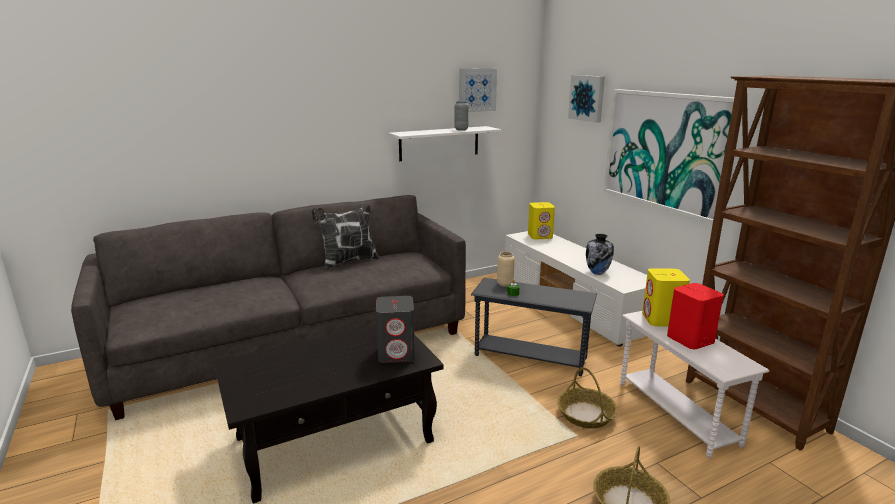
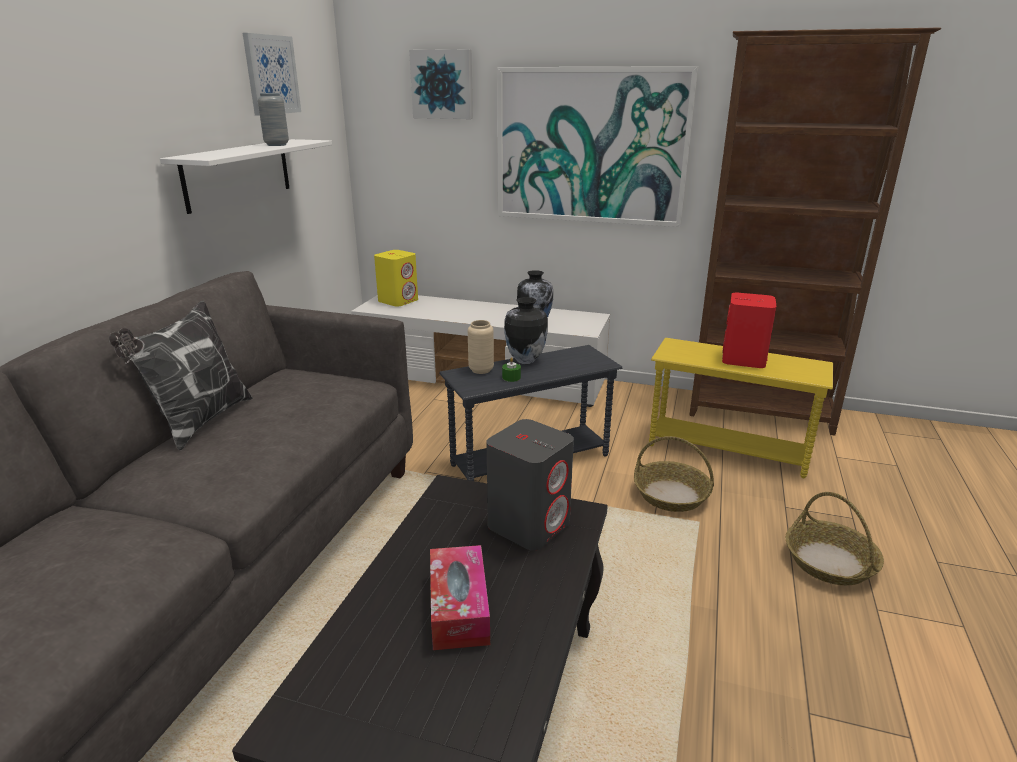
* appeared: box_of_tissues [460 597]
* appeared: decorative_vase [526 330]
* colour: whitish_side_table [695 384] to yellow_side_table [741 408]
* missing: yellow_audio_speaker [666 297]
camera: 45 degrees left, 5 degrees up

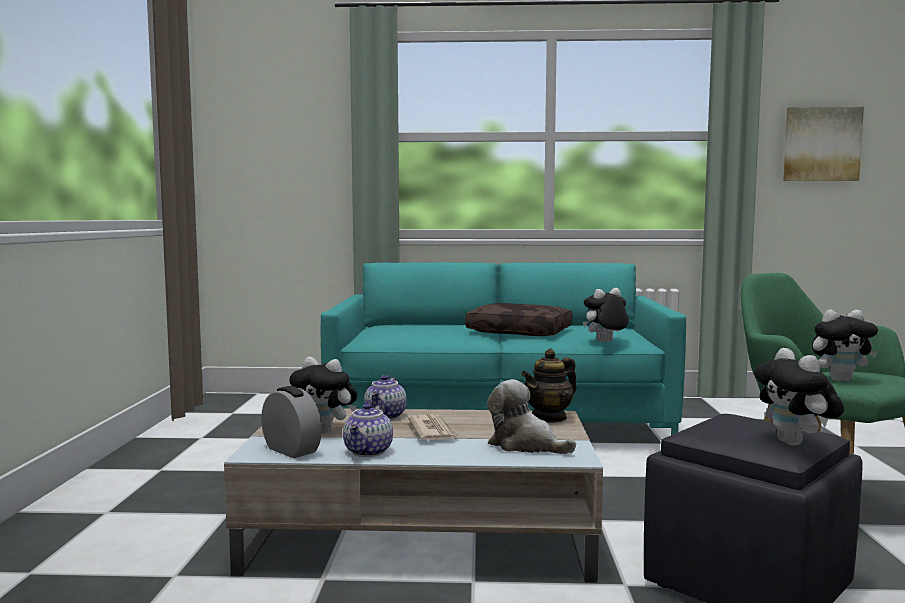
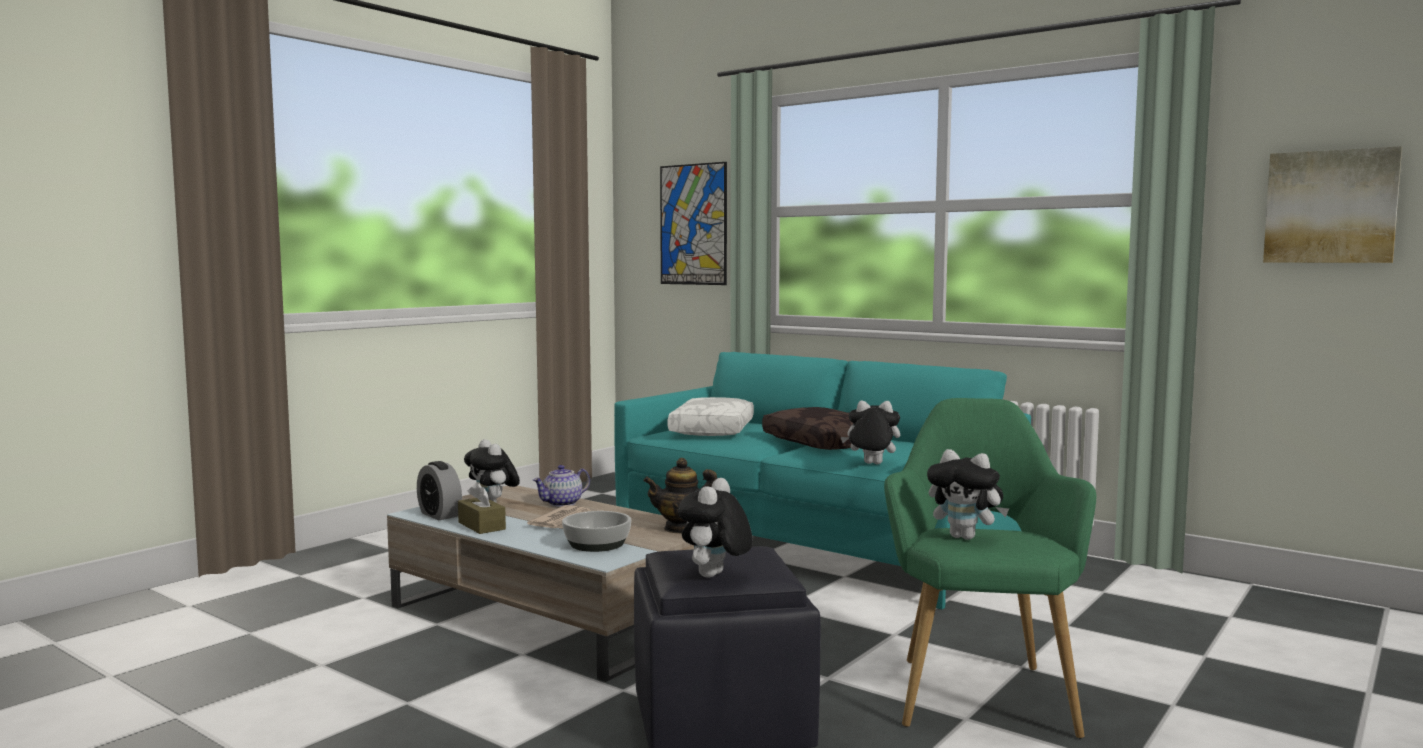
* spun: bedside_clock [291 422] = [439 490] 150 degrees clockwise
* exchanged: pot_for_tea [368 430] to brown_box_of_tissues [482 508]
* exchanged: soft_toy [531 416] to deep_dish [596 531]
* appeared: picture [693 223]
* appeared: whitish_pillow [711 416]
camera: 35 degrees right, 0 degrees up

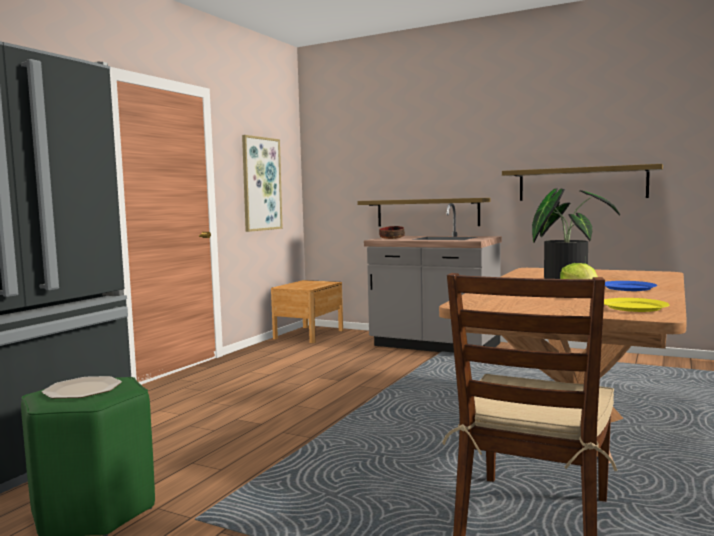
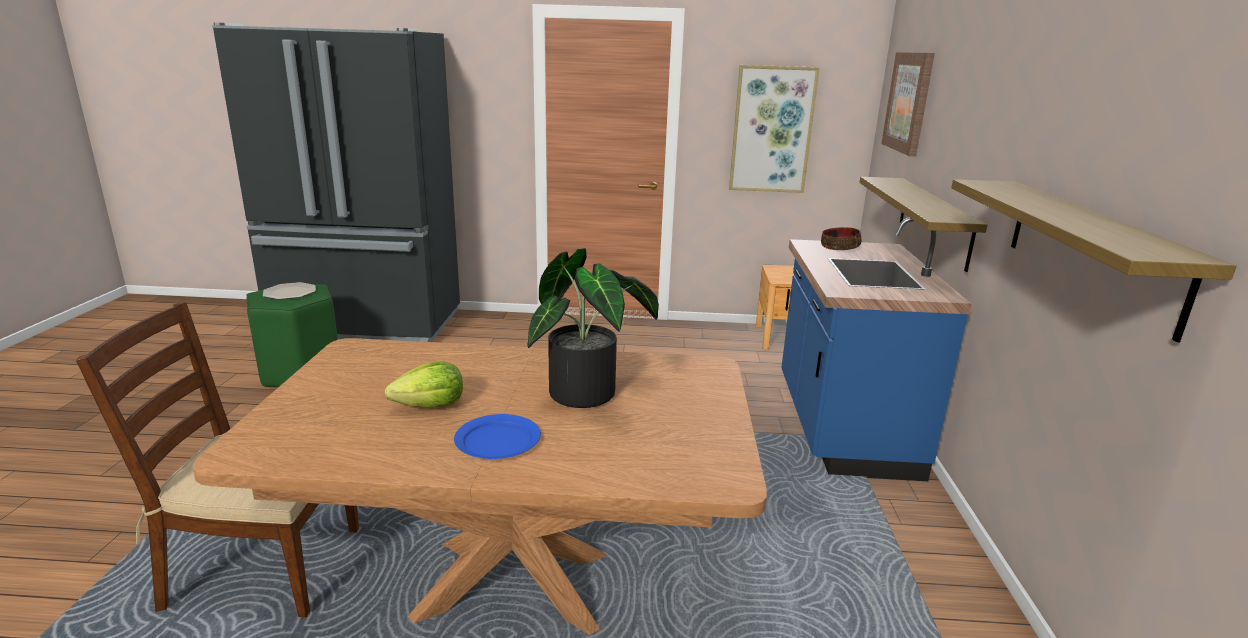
* colour: grey_kitchen_counter [433 278] to blue-coloured_kitchen_counter [876 349]
* appeared: picture [908 104]
* missing: yellow_flat_dish [636 305]
camera: 65 degrees right, 15 degrees up

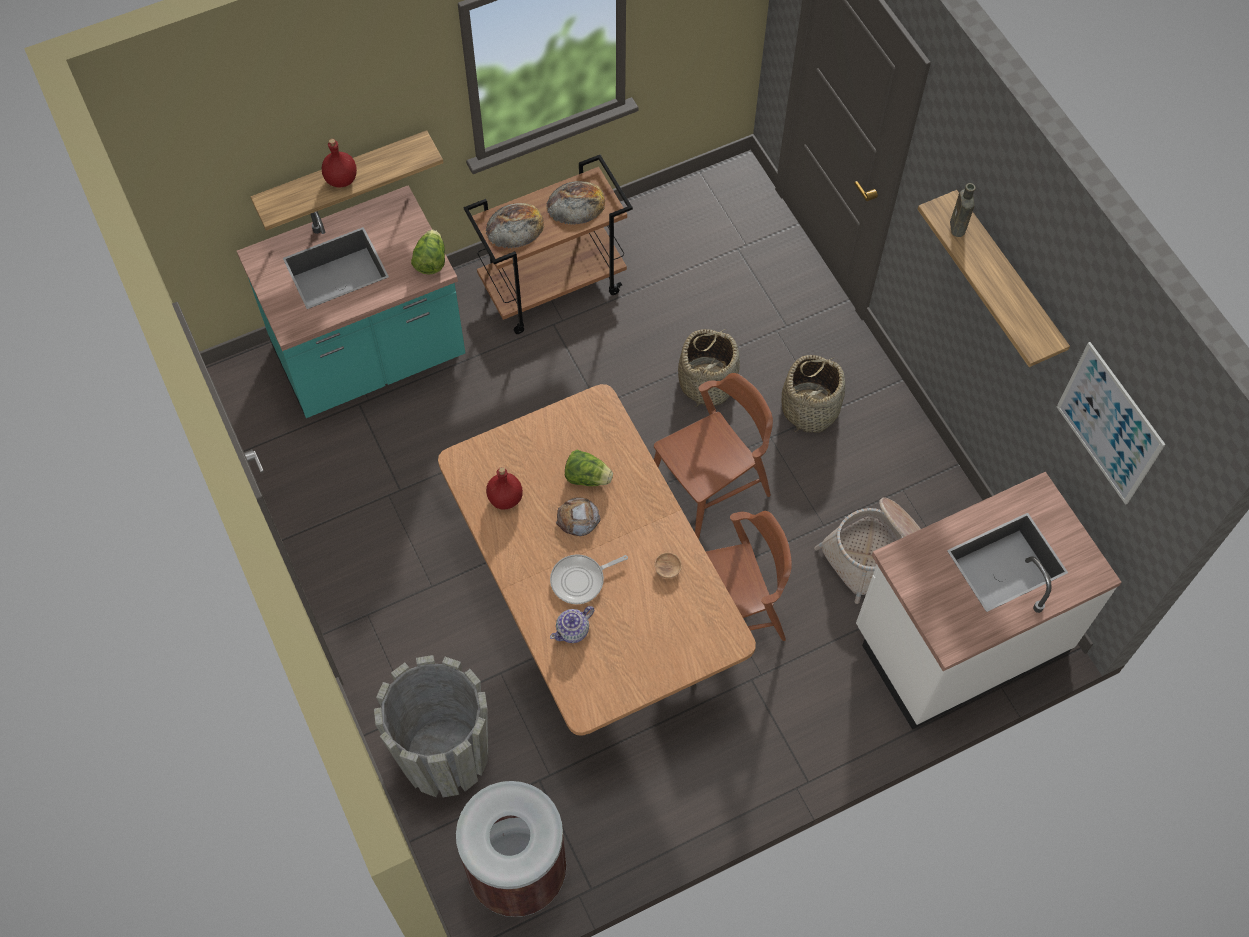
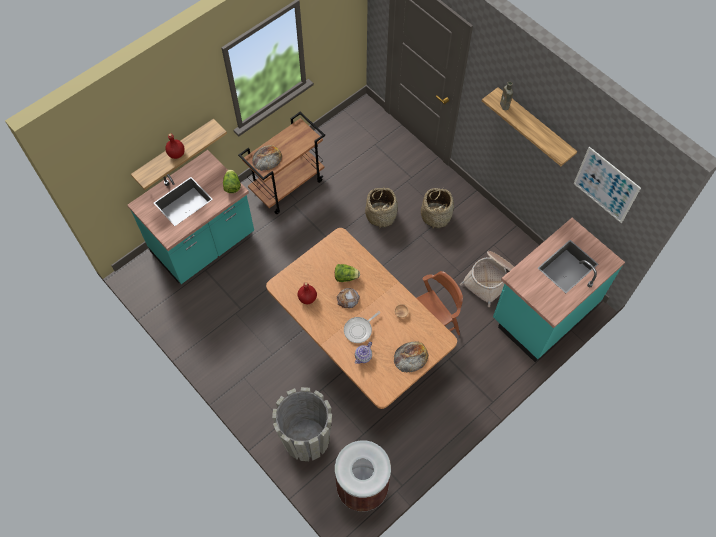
* relocated: bakery_bread [575 203] to [411 356]
* colour: whitish_kitchen_counter [989 601] to turquoise-coloured_kitchen_counter [559 290]
* missing: brown_upright_chair [713 456]
camera: 15 degrees left, 0 degrees up

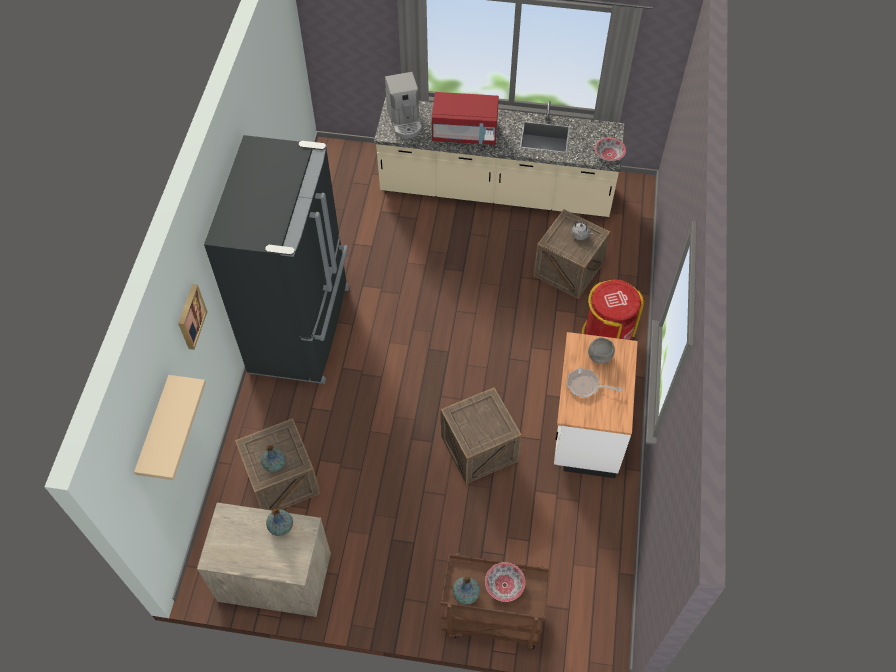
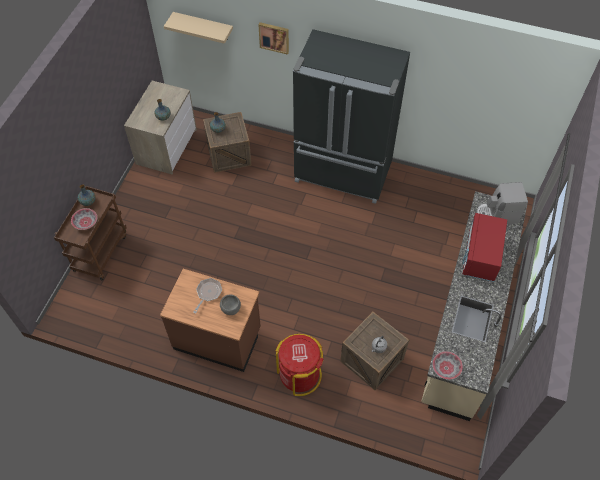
* colour: whitish_kitchen_counter [596 405] to brown_kitchen_counter [210 320]
* missing: crate [481 435]
camera: 100 degrees right, 0 degrees up

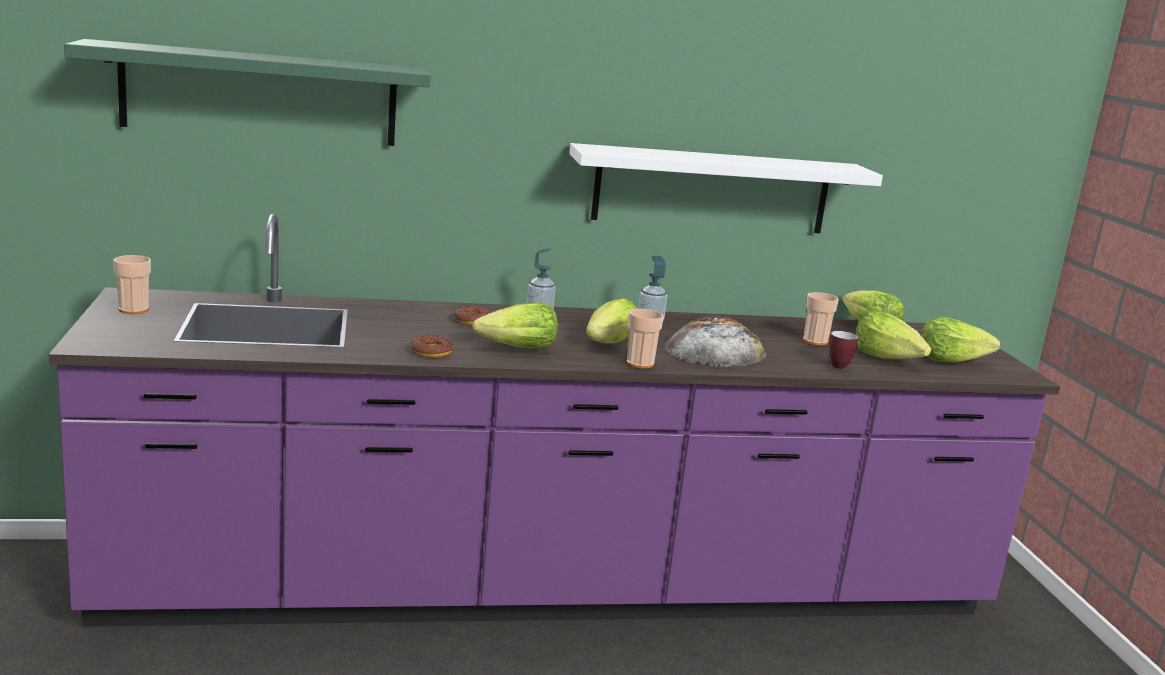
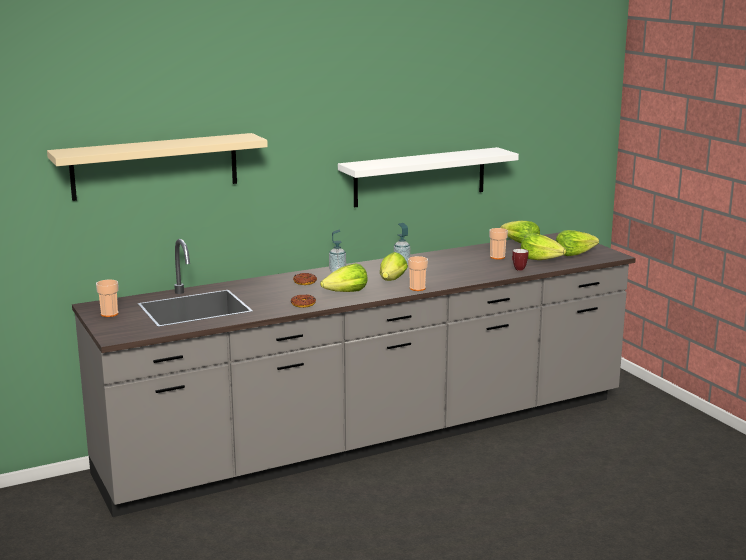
* colour: green_wall_shelf [247 92] to beige-coloured_wall_shelf [157 167]
* colour: purple-coloured_kitchen_counter [554 420] to grey_kitchen_counter [354 374]
* missing: bakery_bread [715 341]
camera: 15 degrees left, 0 degrees up

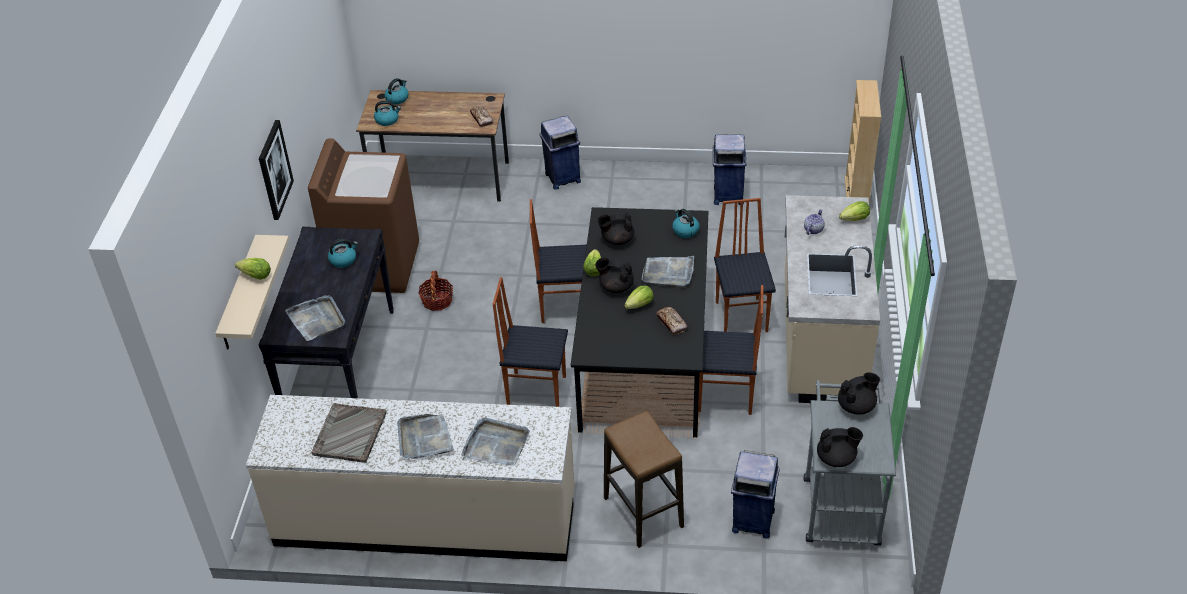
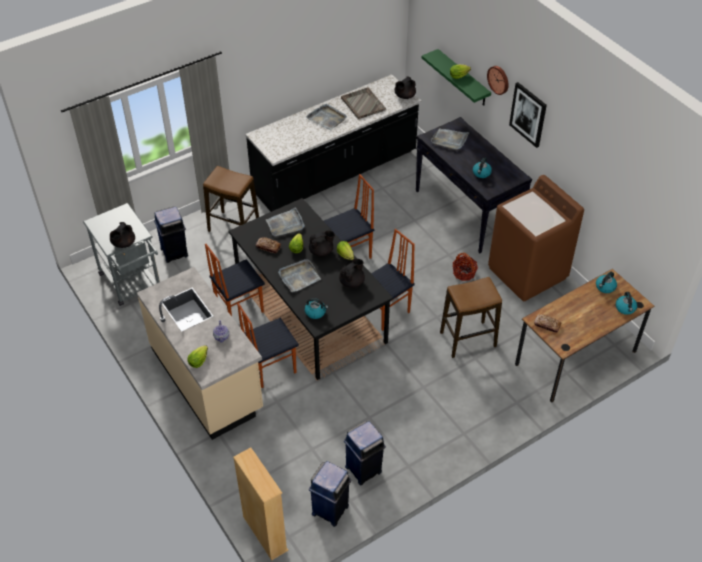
* spun: upright_chair [745 265] = [268 345] 105 degrees clockwise
* colour: beige-coloured_kitchen_counter [410 478] to black_kitchen_counter [333 143]
* relocated: grey_tray [495 442] to [285 222]
* relocated: blue-coloured_waste_bin [560 153] to [330 494]
* relocated: black_pot_for_tea [840 447] to [405 87]
* colour: beige-coloured_wall_shelf [252 292] to green_wall_shelf [456 77]
* appeared: stool_seat [471 317]
* appeared: hanging_clock [498 80]
camera: 140 degrees right, 5 degrees up

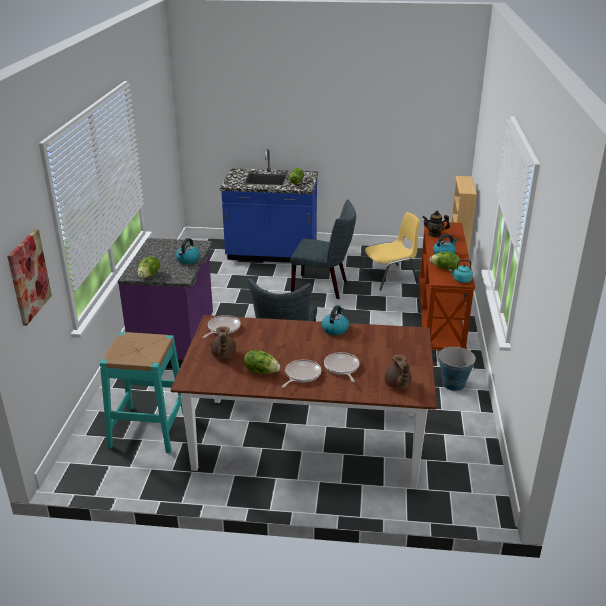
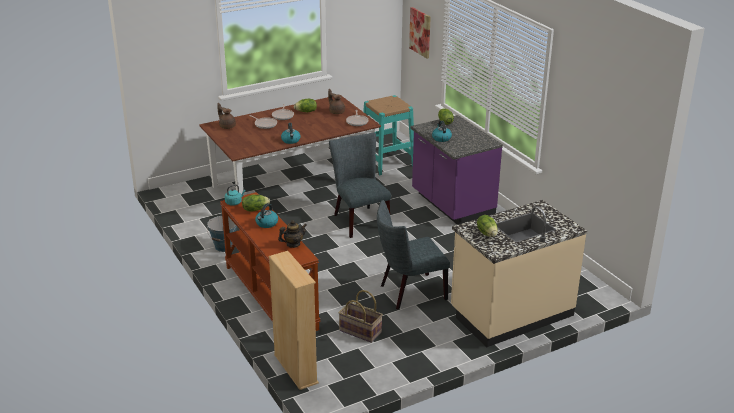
* exchanged: yellow_upright_chair [390 251] to basket [360 316]
* colour: blue-coloured_kitchen_counter [269 206] to beige-coloured_kitchen_counter [519 273]
camera: 145 degrees right, 0 degrees up

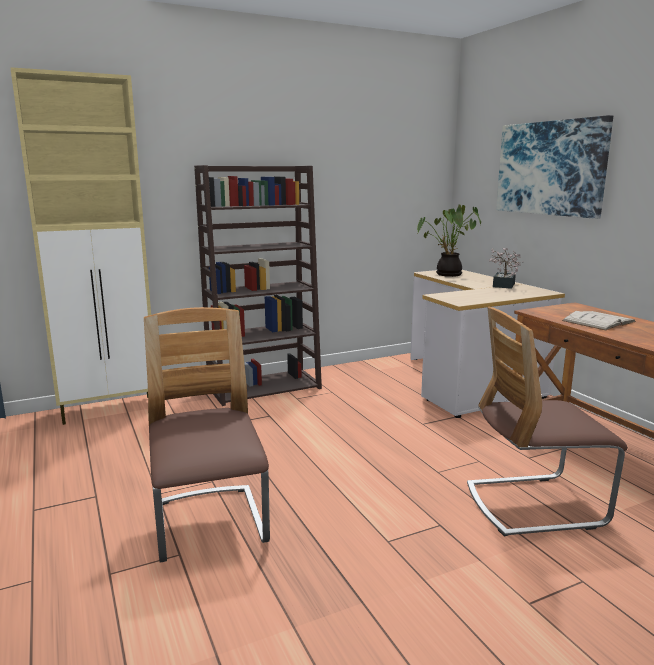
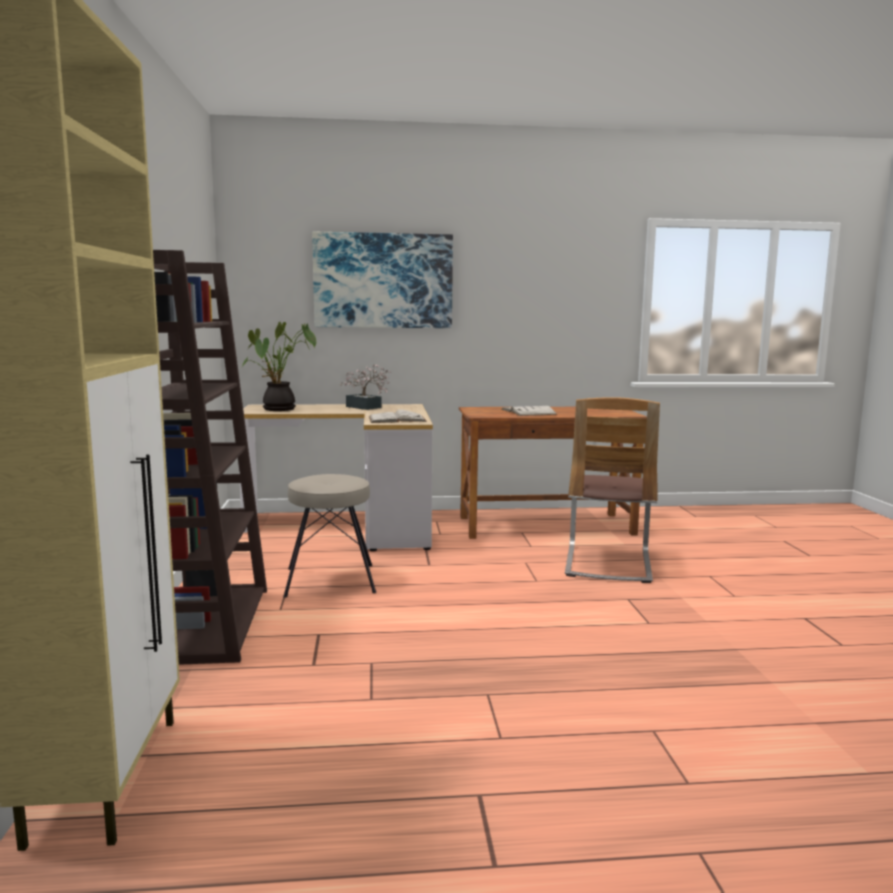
* appeared: beige-coloured_stool_seat [329 536]
* appeared: whitish_volume [398 416]
* missing: upright_chair [207 435]
camera: 70 degrees left, 5 degrees down

